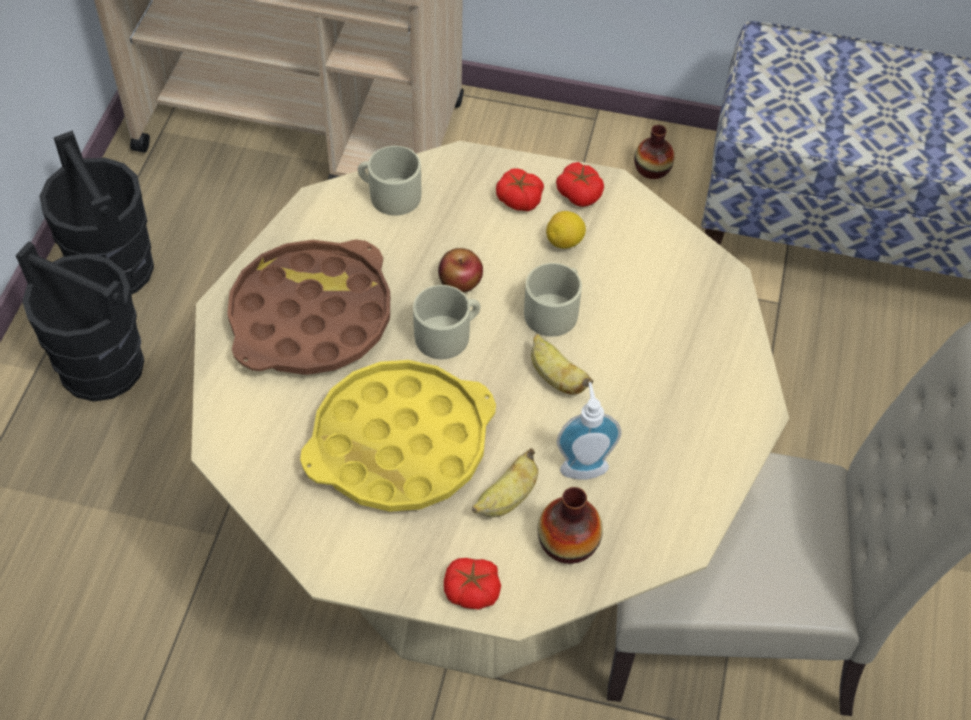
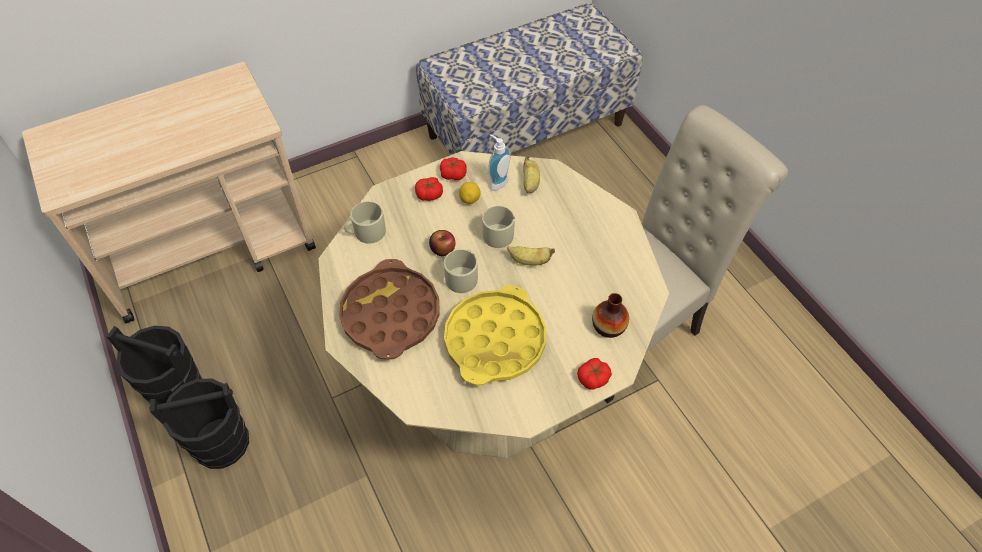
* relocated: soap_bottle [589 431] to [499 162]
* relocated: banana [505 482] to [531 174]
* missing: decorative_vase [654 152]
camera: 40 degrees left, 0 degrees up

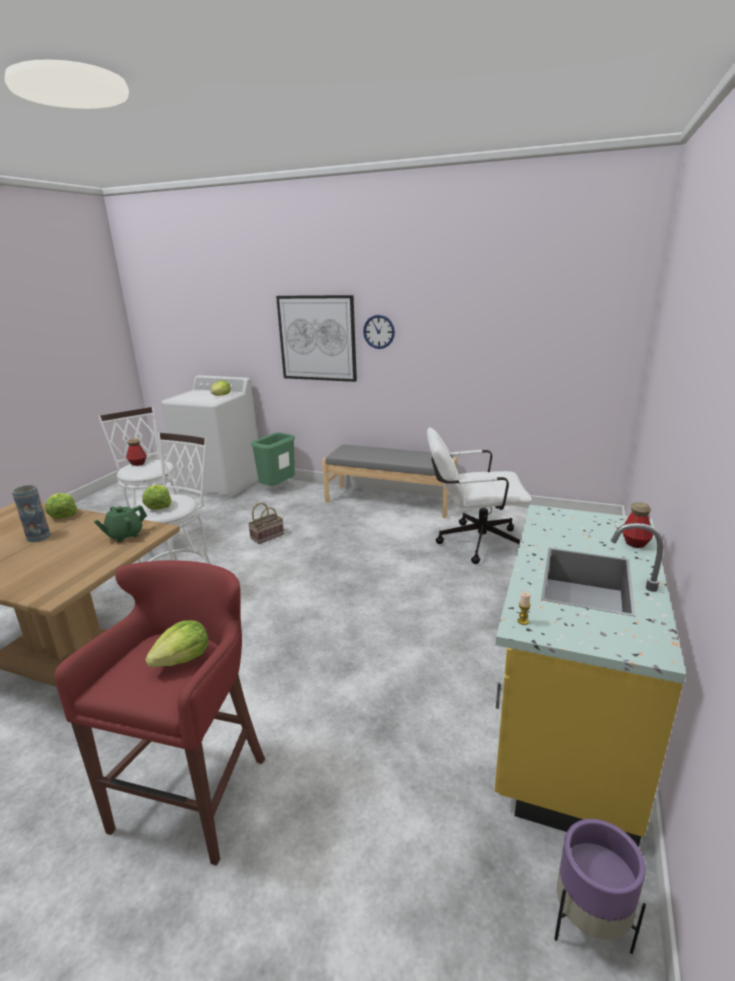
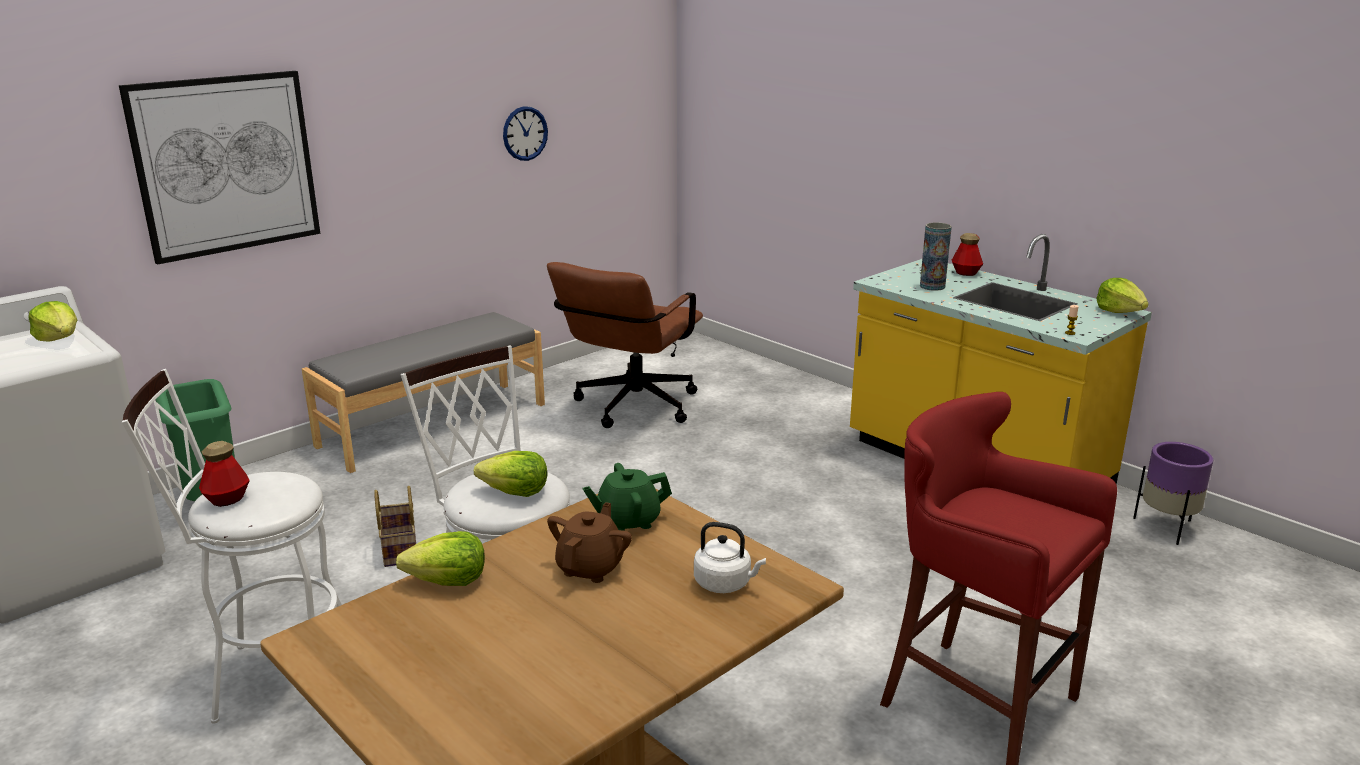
* relocated: hanging_clock [379 332] to [525 133]
* colour: whitish_computer_chair [479 495] to brown_computer_chair [625 345]
* appeared: brown_pot_for_tea [589 542]
* spun: green_pot_for_tea [120 523] = [627 497] 90 degrees clockwise
* appeared: whitish_water_kettle [730 557]
* relocated: decorative_vase [31 513] to [936 256]
* relocated: lettuce_head [176 643] to [1122 295]
camera: 65 degrees left, 0 degrees up

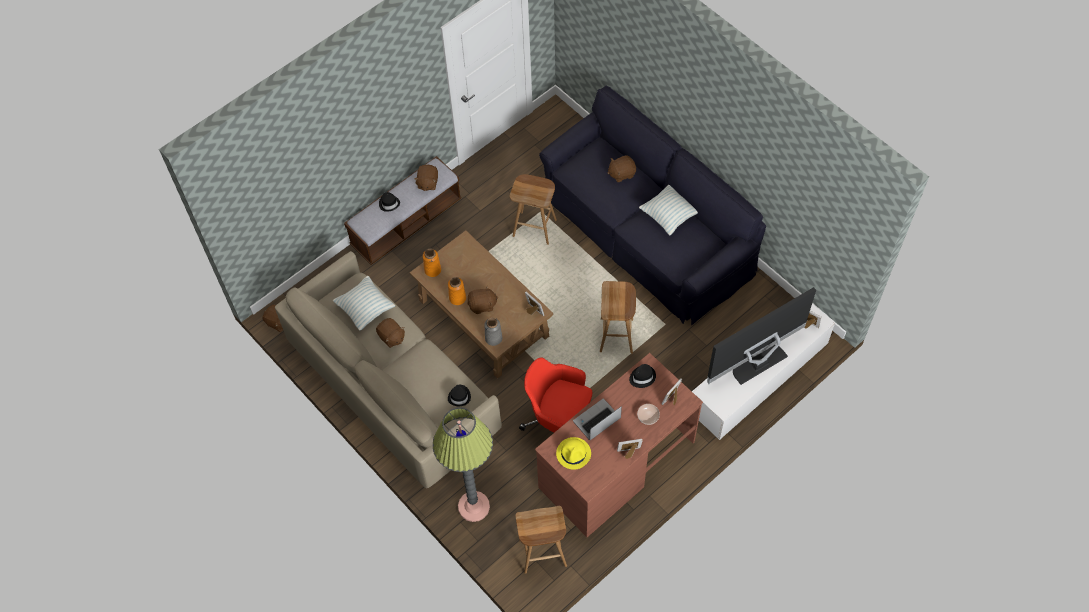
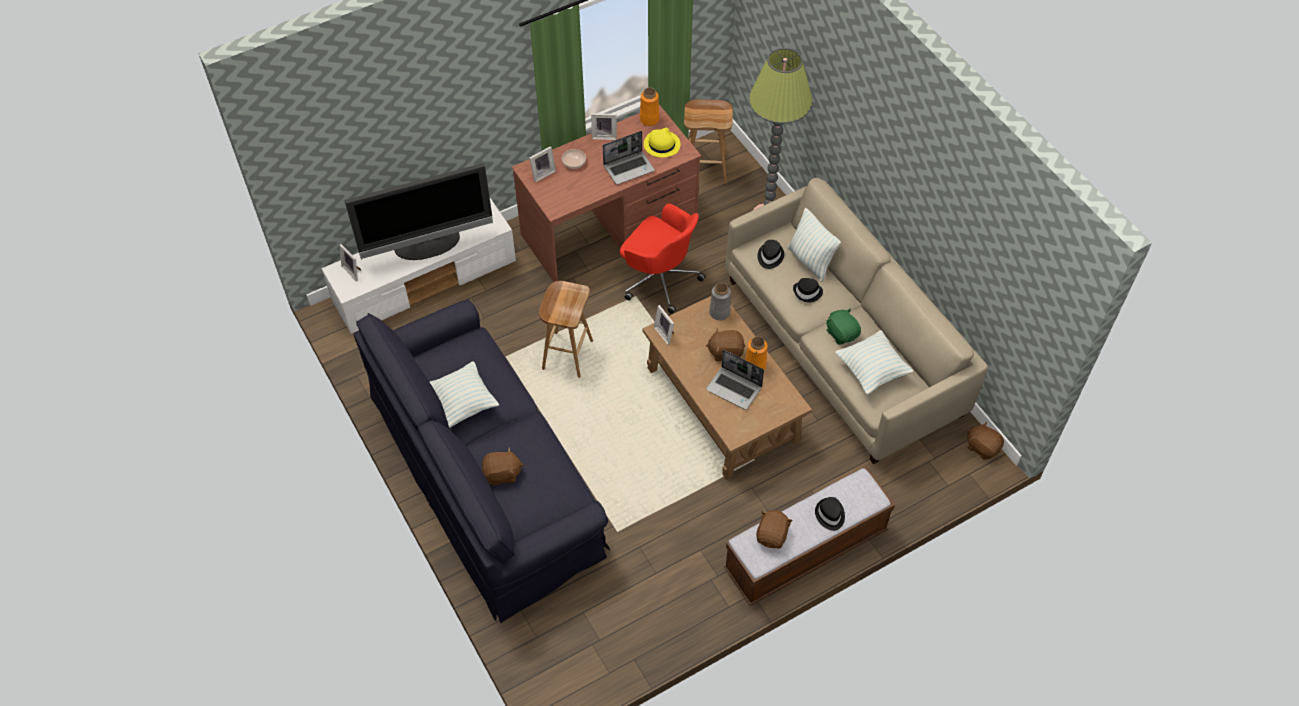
* relocated: orangey_decorative_vase [432 263] to [649 107]
* appeared: laptop [735 380]
* appeared: pillow [814 245]
* relocated: black_hat [642 376] to [808 290]
* colour: brown_soft_toy [390 333] to green_soft_toy [843 326]
* missing: brown_stool_seat [533 209]
camera: 170 degrees left, 5 degrees down

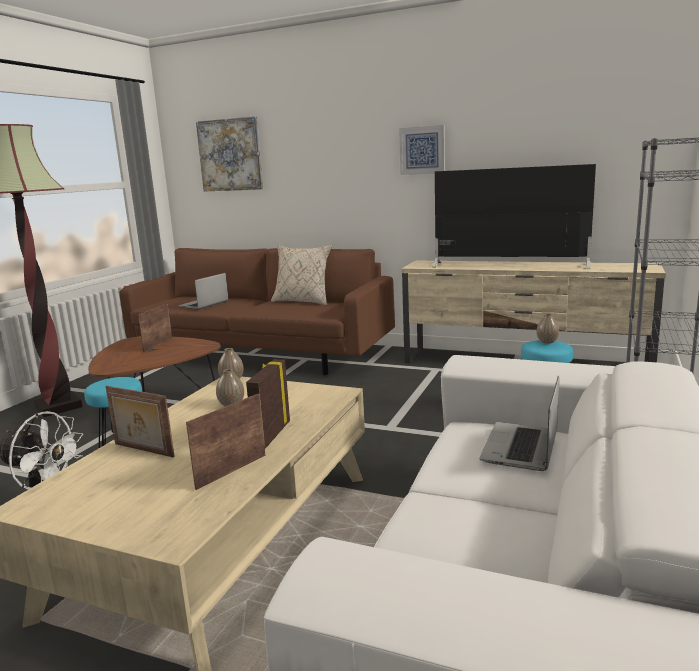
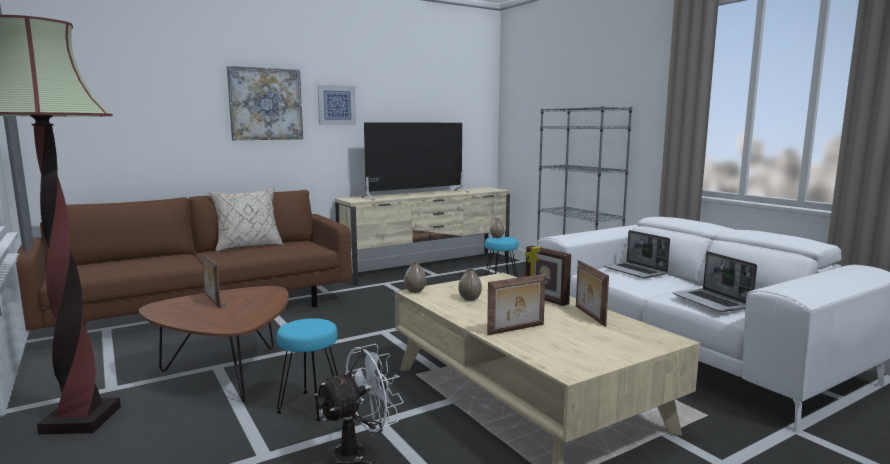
* relocated: picture [229 154] to [265 103]
* relocated: laptop [203 291] to [714 281]
camera: 55 degrees left, 5 degrees down

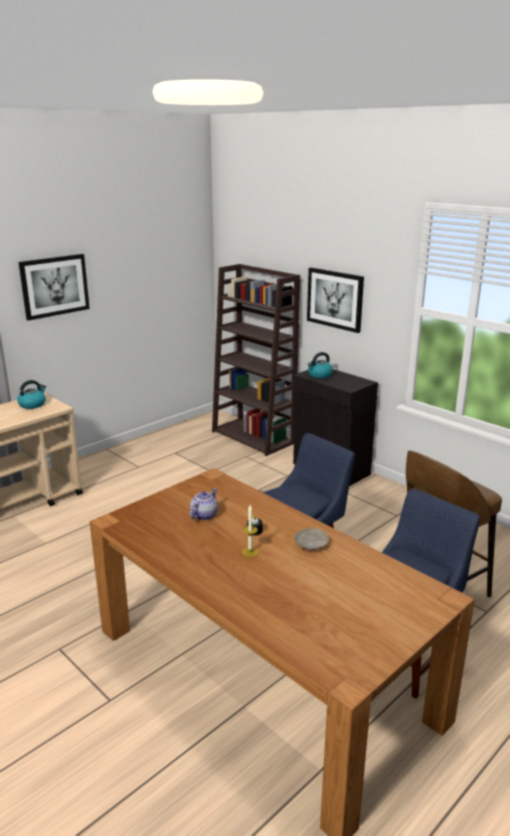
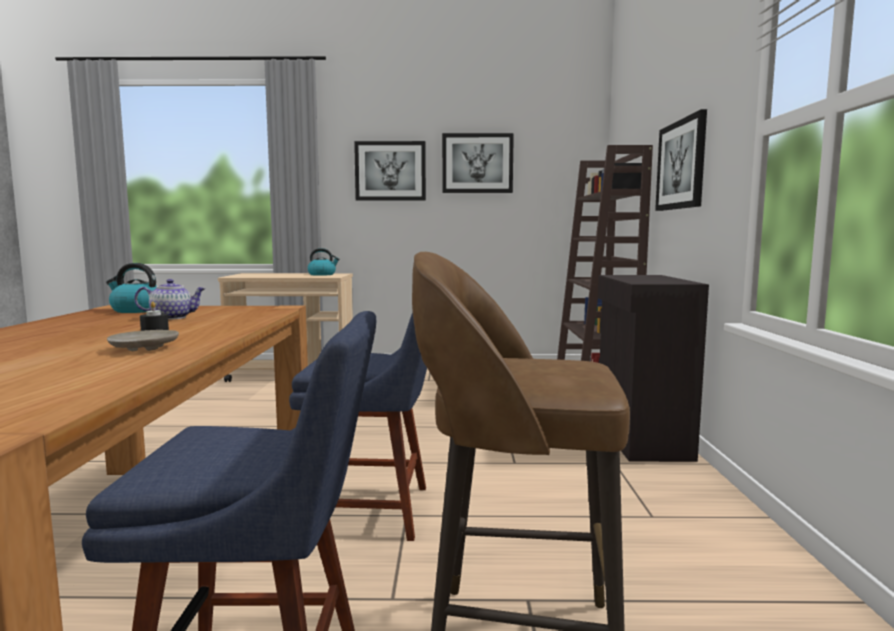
* relocated: water_kettle [320 365] to [131 288]
* appeared: picture [478 163]
* missing: wax_candle [250 531]
camera: 45 degrees right, 15 degrees down

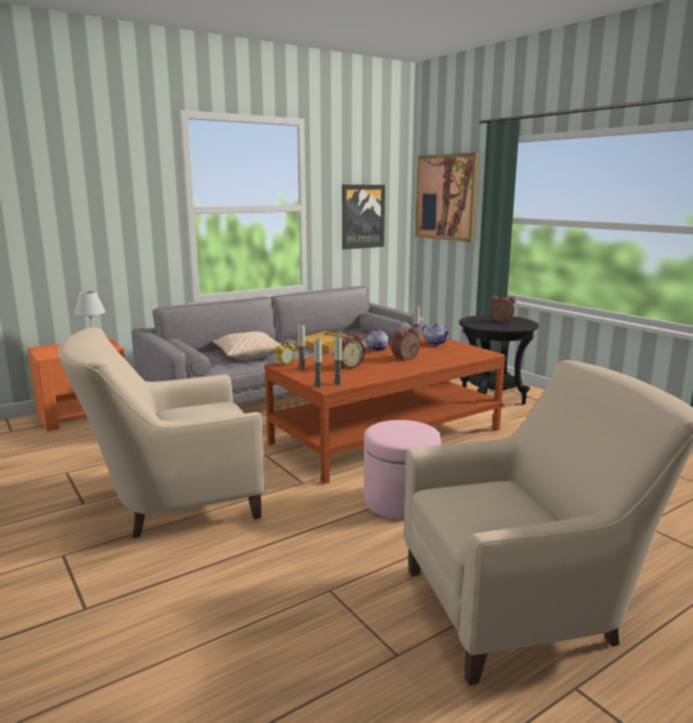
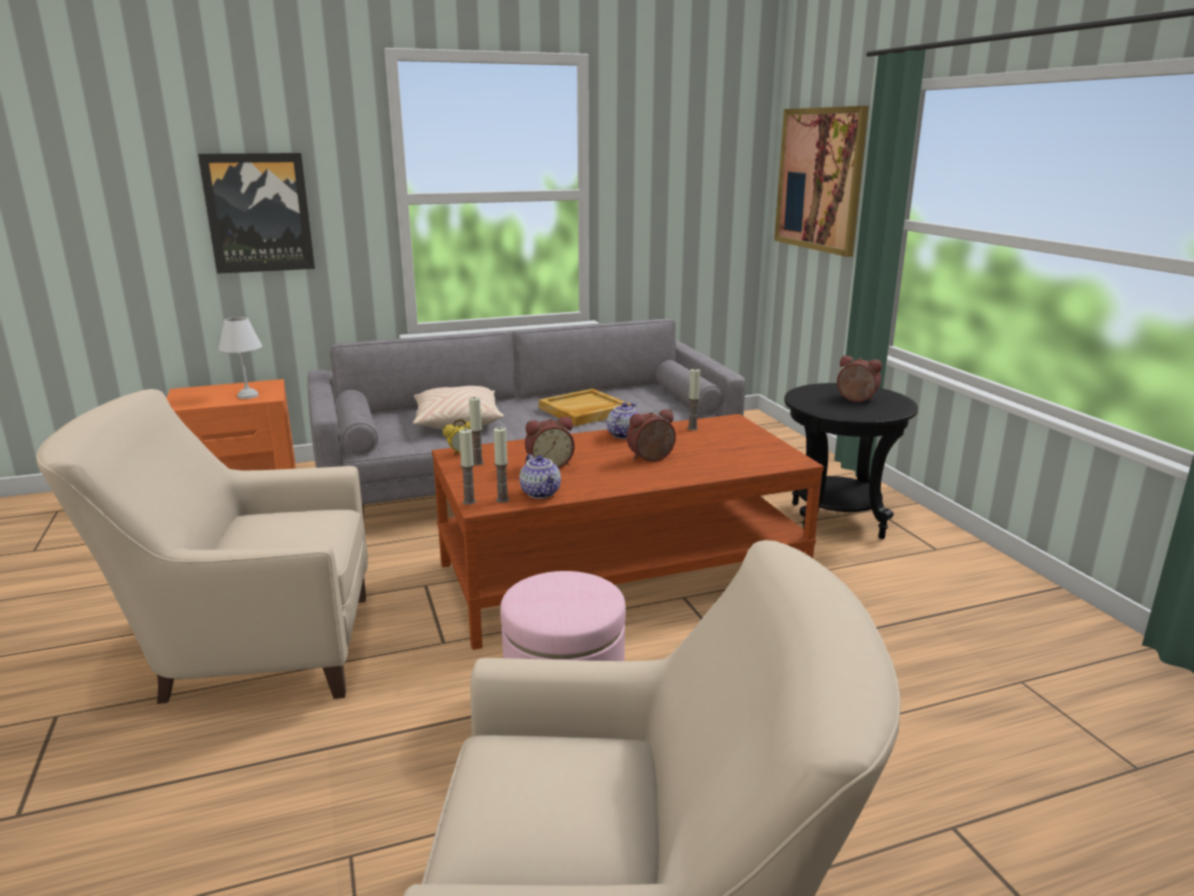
* relocated: picture [363 217] to [256 213]
* relocated: pot_for_tea [436 334] to [540 476]
camera: 15 degrees right, 5 degrees up

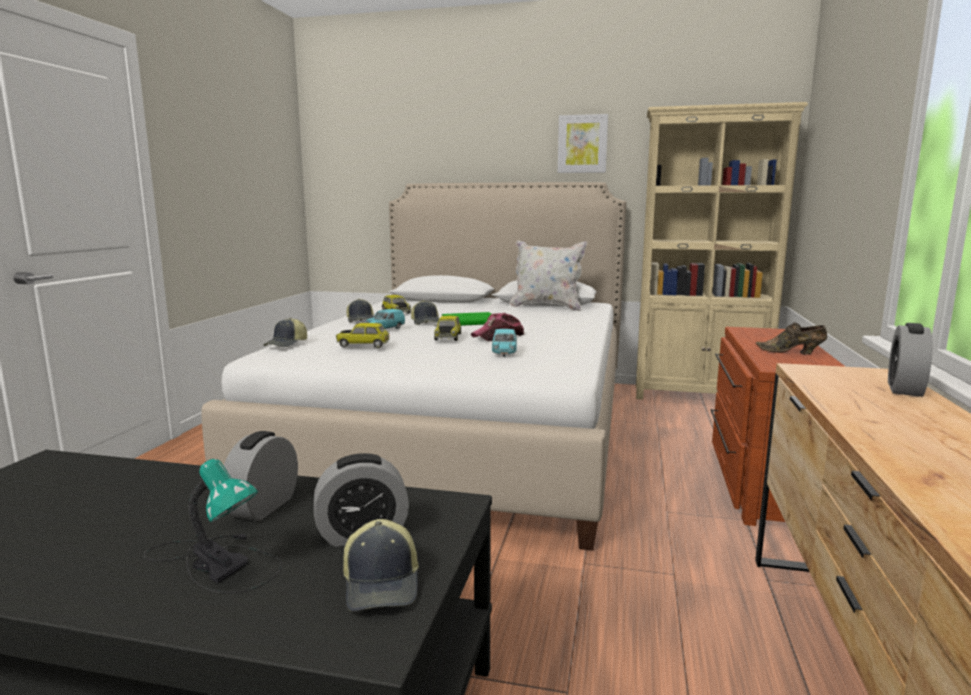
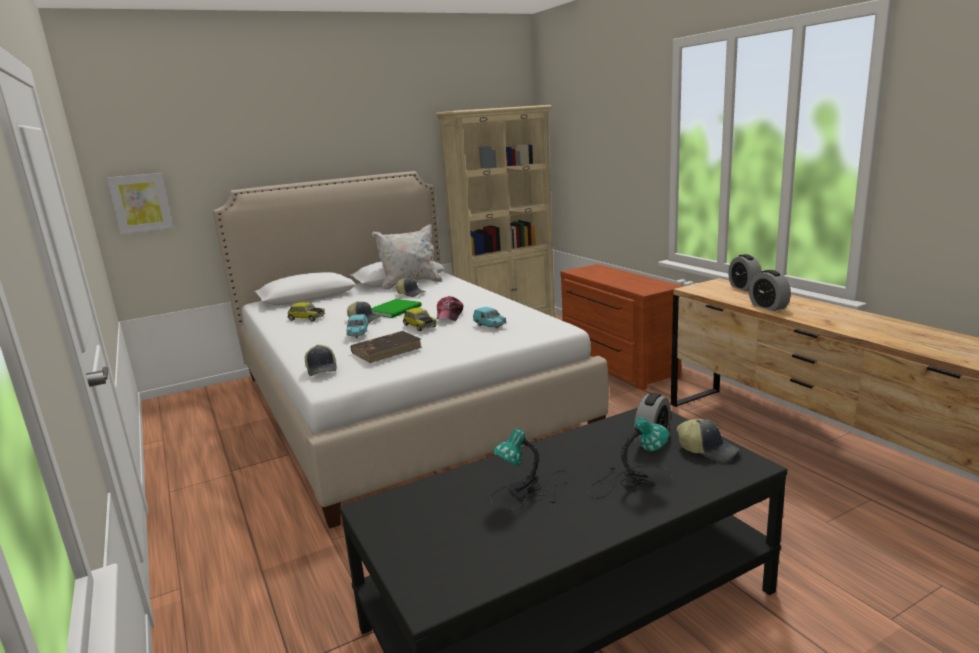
* relocated: picture [583 143] to [140 204]
* exchanged: miniature_car [363 335] to brown_volume [386 347]
* relocated: baseball_cap [360 311] to [410 287]
* appeared: lamp_for_a_table [530 470]
* relocated: bedside_clock [261 476] to [770 290]
* missing: brown_shoe [791 338]
camera: 40 degrees left, 5 degrees up

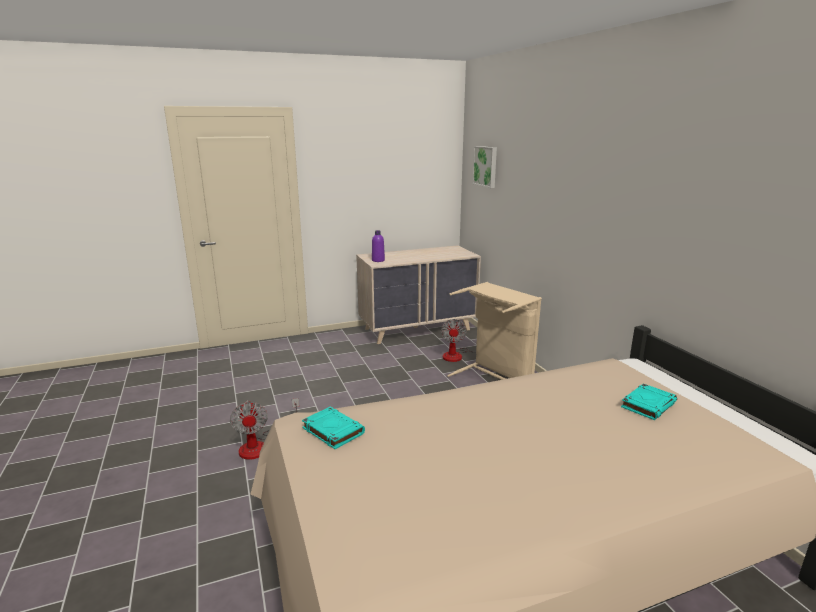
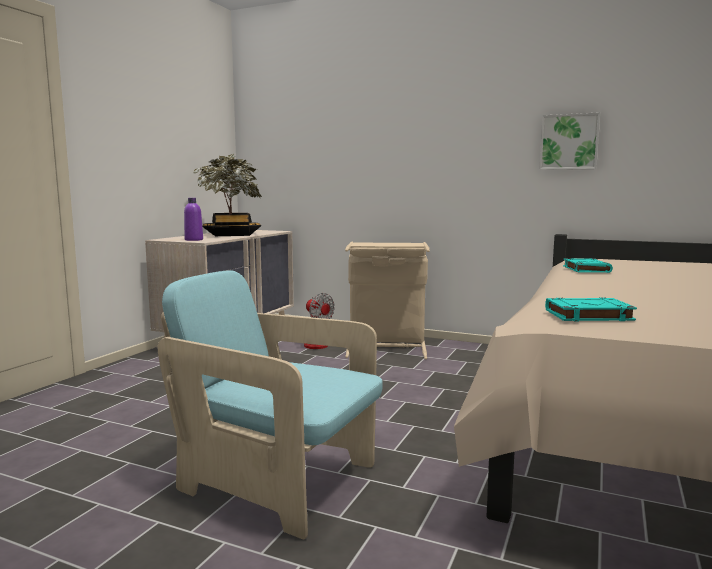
* exchanged: electric_fan [264 429] to turquoise-coloured_armchair [270 404]
* appeared: houseplant [227 195]
* relocated: picture [484 167] to [569 141]
* relocated: turquoise-coloured_volume [649 402] to [588 265]
camera: 45 degrees left, 10 degrees down

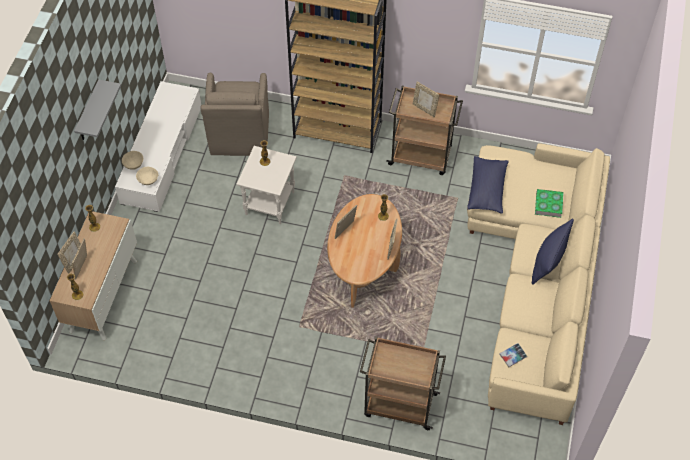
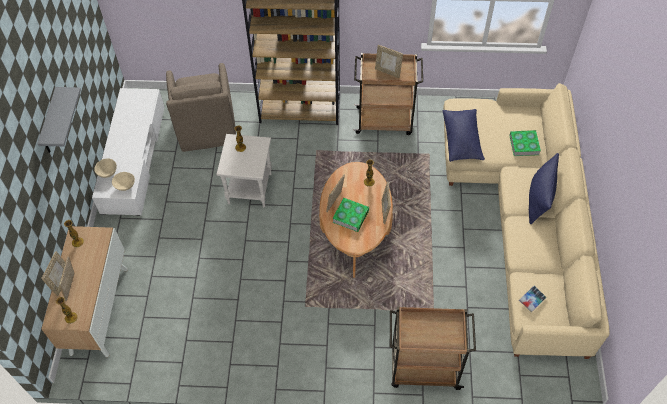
* appeared: volume [350 215]
camera: 10 degrees left, 0 degrees up

